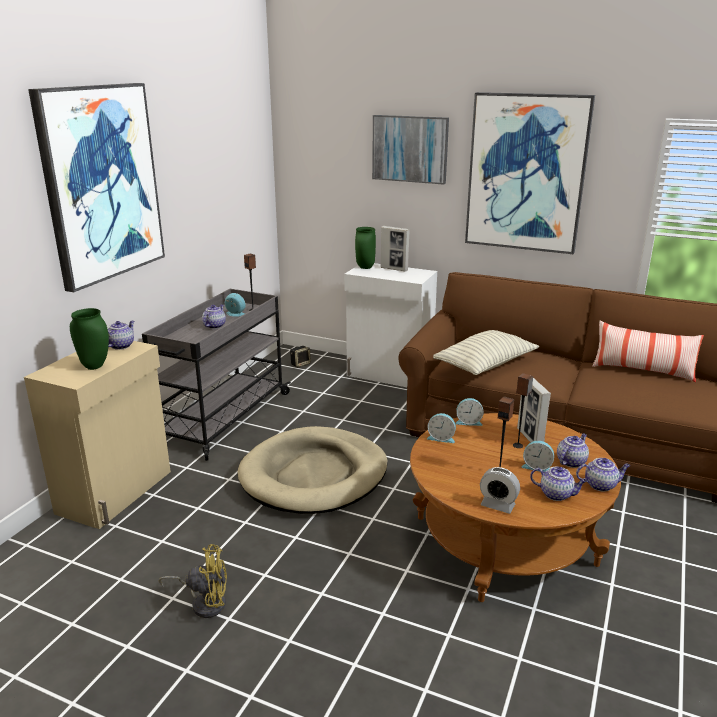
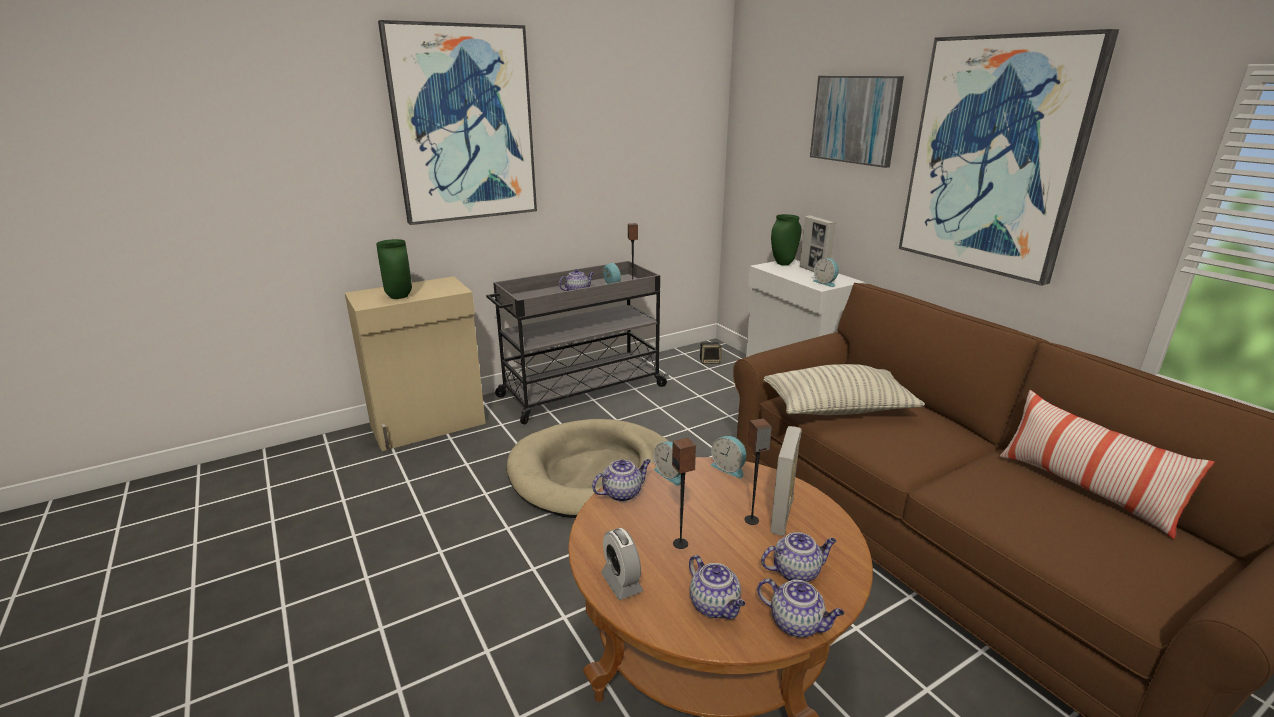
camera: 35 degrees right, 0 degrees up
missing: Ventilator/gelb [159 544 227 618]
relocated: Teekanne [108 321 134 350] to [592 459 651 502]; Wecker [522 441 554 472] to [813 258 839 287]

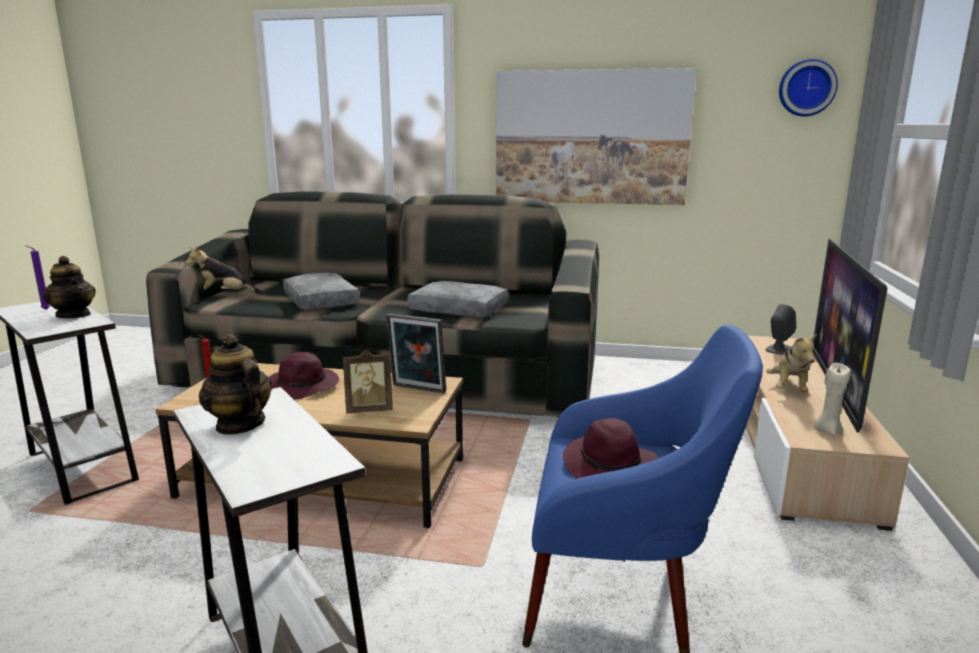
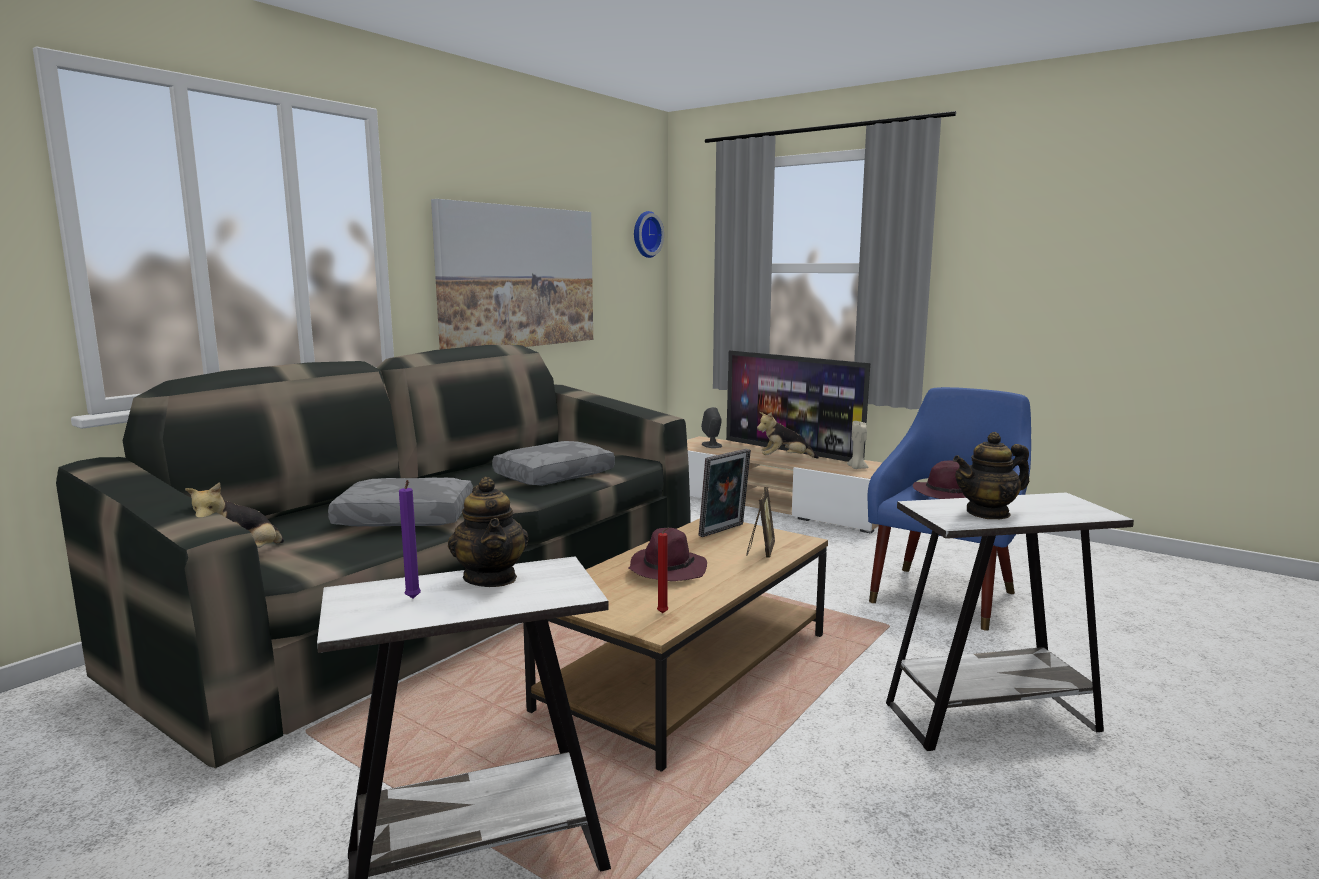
camera: 65 degrees left, 5 degrees down
spun: Teekanne [43 256 96 318] = [448 477 529 587] 90 degrees clockwise; Plüschtier [766 333 817 392] = [757 412 819 459] 135 degrees clockwise

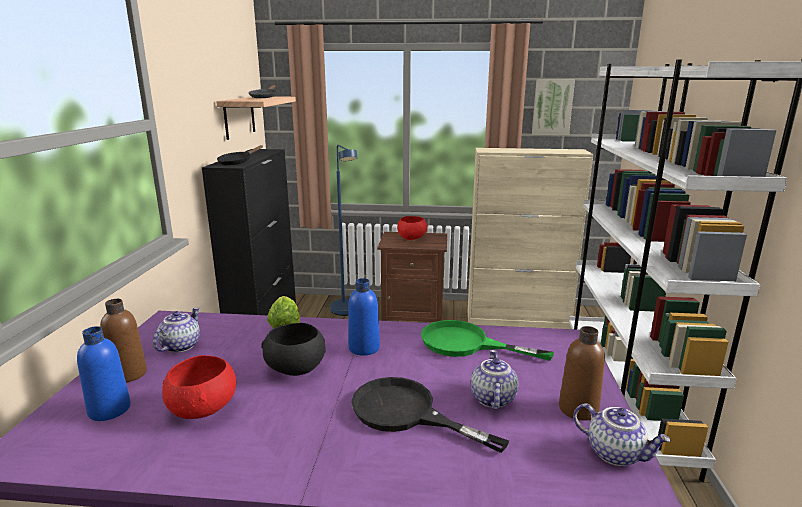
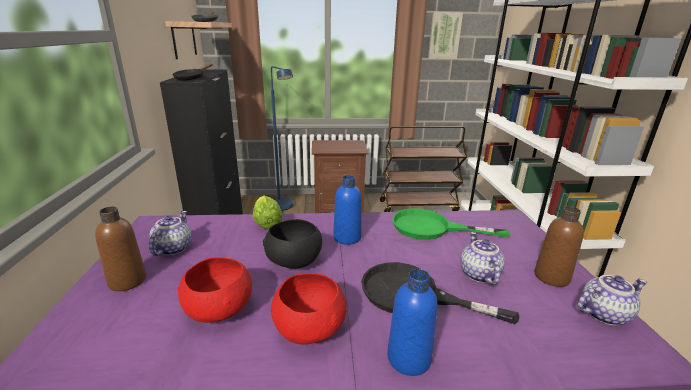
camera: 10 degrees left, 5 degrees up
relocated: Flasche/blau [77 326 131 421] to [387 269 438 376]; Schüssel/rot [397 216 427 240] to [271 273 347 345]
exchanged: Schrank/beige [468 148 594 329] to Rollwagen/braun [380 126 467 212]
spun: Teekanne [573 403 671 466] = [577 275 647 326] 45 degrees counterclockwise

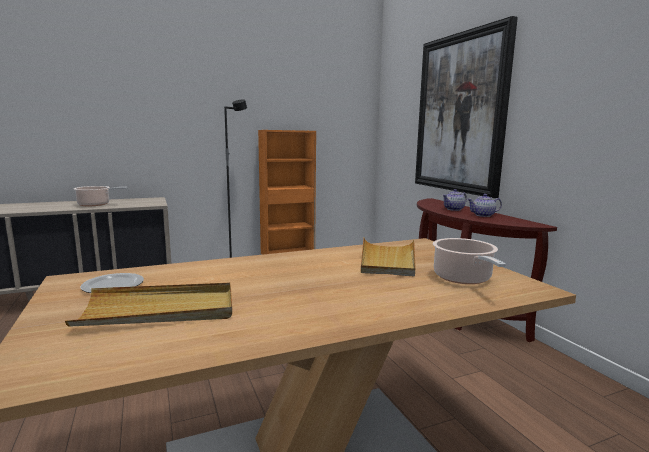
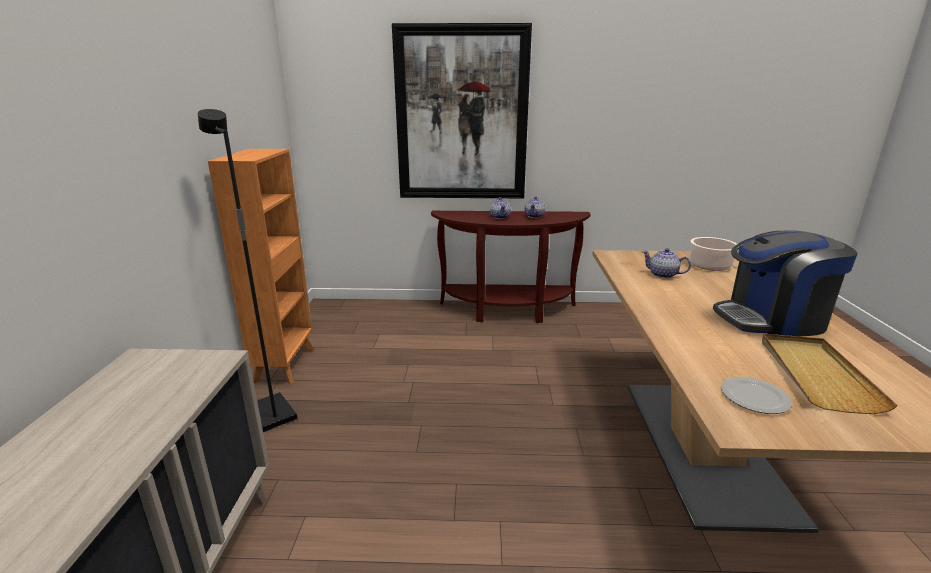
camera: 65 degrees left, 10 degrees up
missing: Kochtopf [74 186 127 206]
appeared: Kaffeemaschine [713 231 858 337]
exchanged: Tablett/beige [361 238 416 277] to Teekanne [642 248 691 278]

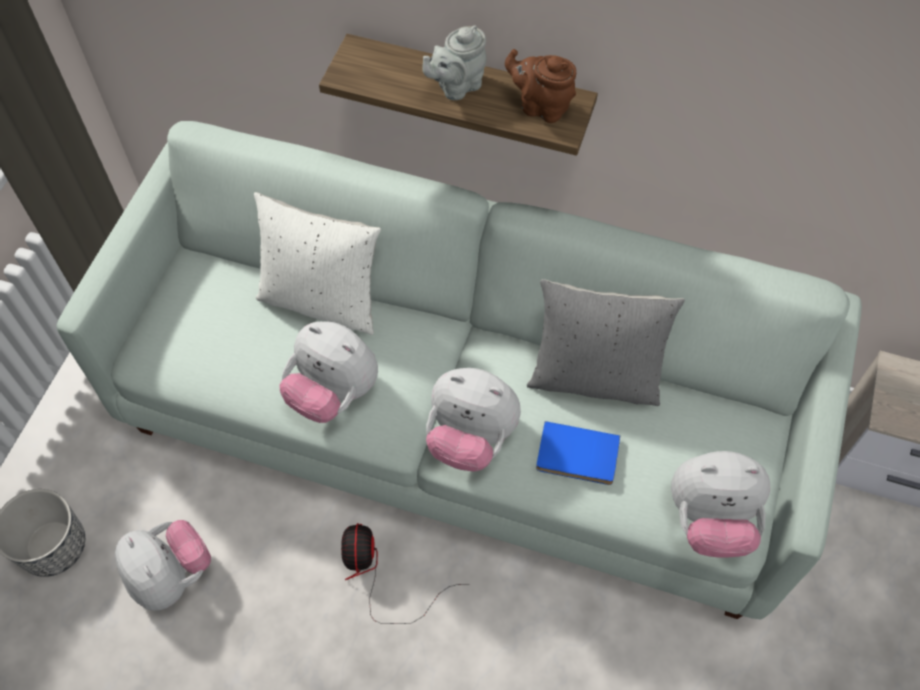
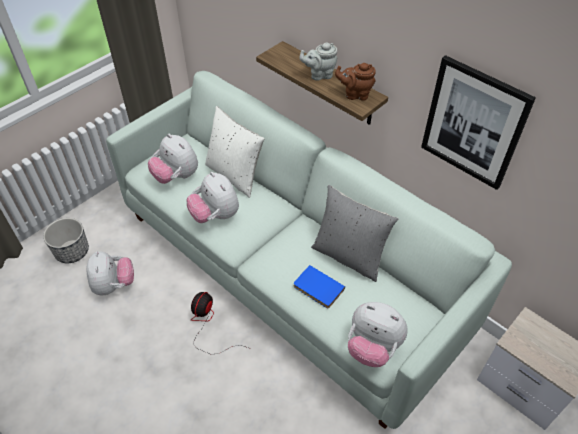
camera: 25 degrees right, 10 degrees down
appeared: Bild [421 55 536 190]
relocated: Plüschtier [426 368 521 471] to [148 134 198 184]
spun: Teekanne/braun [505 49 576 123] = [335 63 376 101] 45 degrees counterclockwise

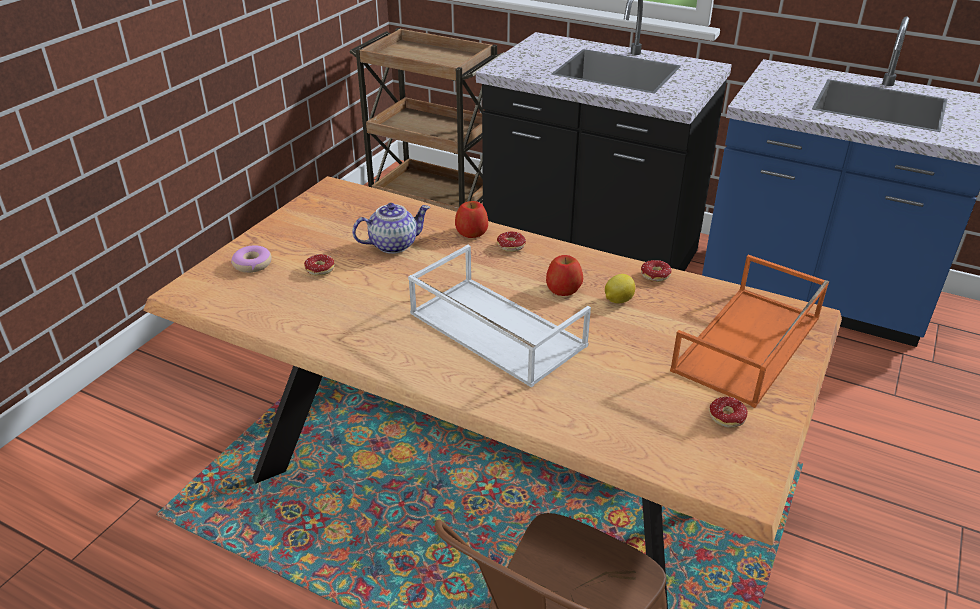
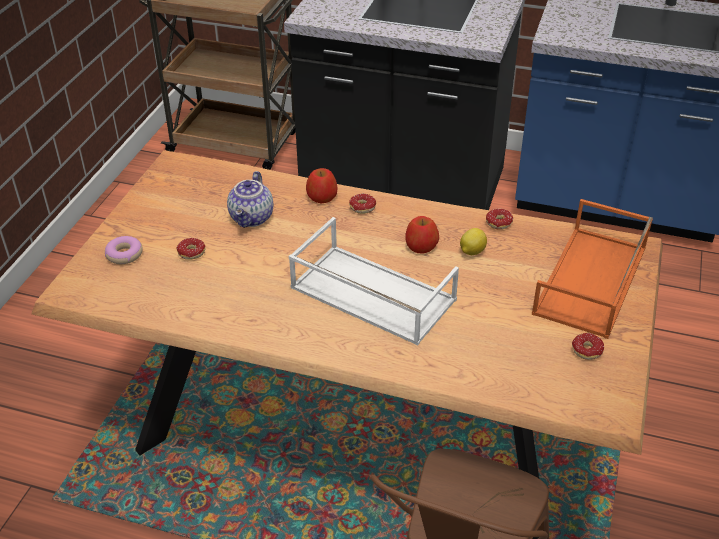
camera: 10 degrees left, 5 degrees up
spun: Teekanne [352 203 430 254] = [227 171 273 228] 135 degrees clockwise

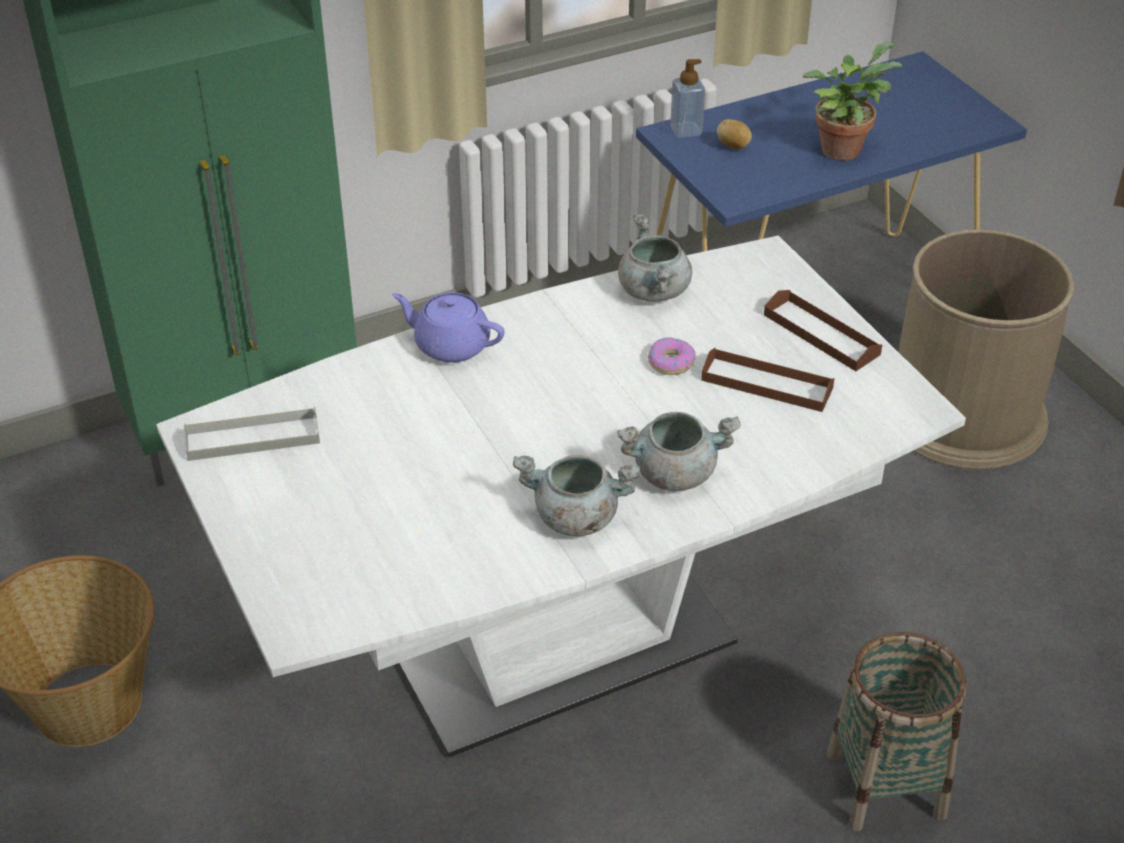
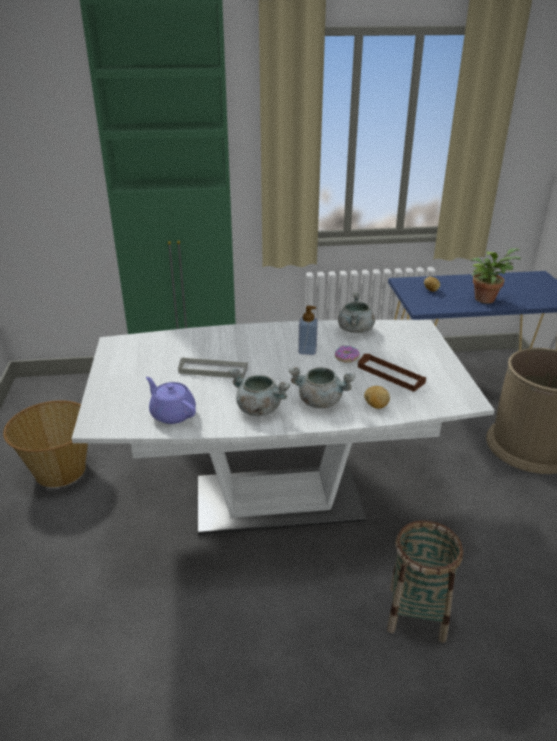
camera: 20 degrees right, 10 degrees down
missing: Tablett/braun [764 290 882 371]
appeared: Kartoffel [364 386 390 409]
relocated: Tablett/grau [184 407 320 461] to [178 357 248 379]; Teekanne/lila [392 292 505 363] to [146 377 196 424]; Seifenspender [670 59 705 138] to [298 306 318 355]

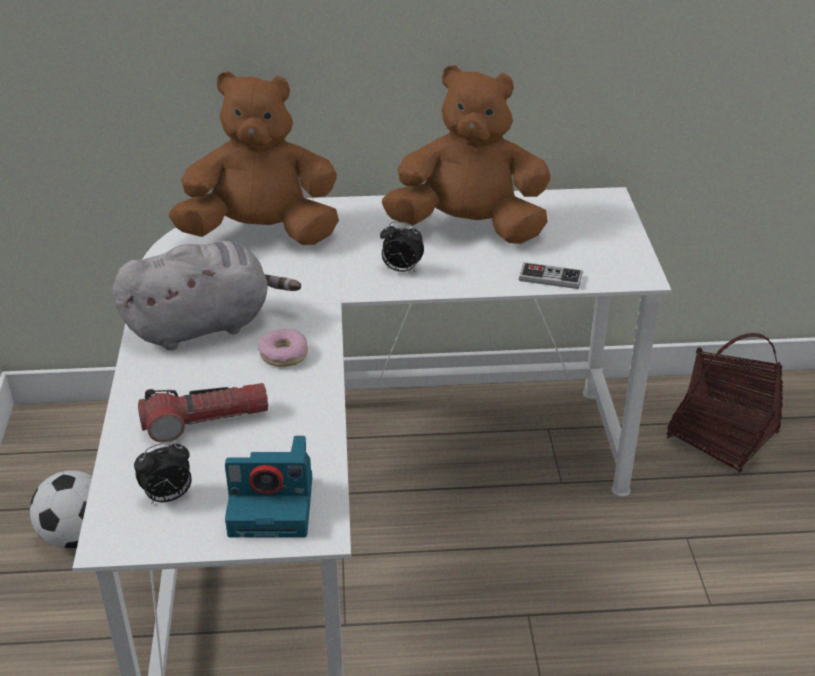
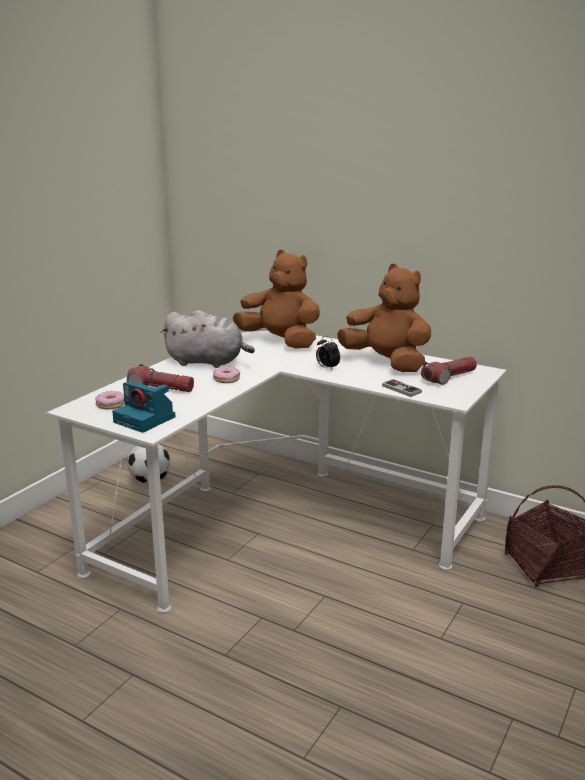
camera: 35 degrees right, 15 degrees down
appeared: Taschenlampe [421 356 477 385]
exchanged: Wecker [134 441 192 504] to Donut [95 391 125 409]

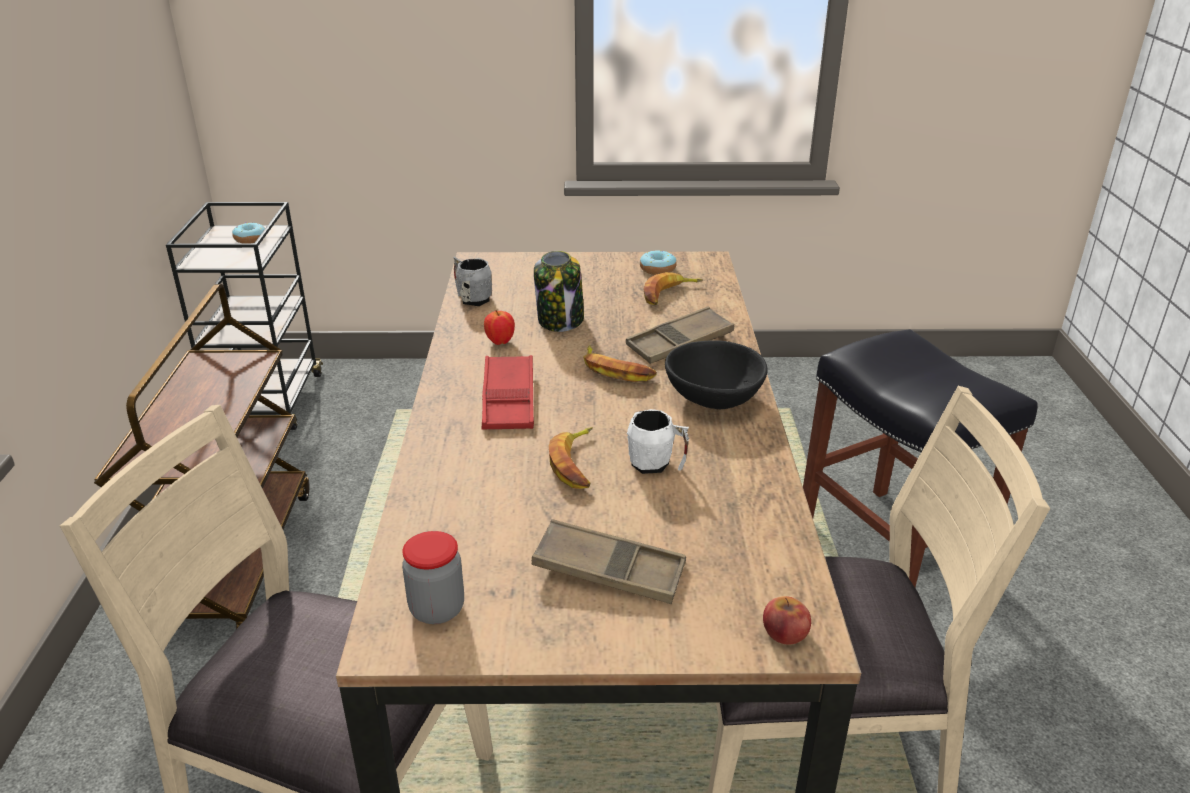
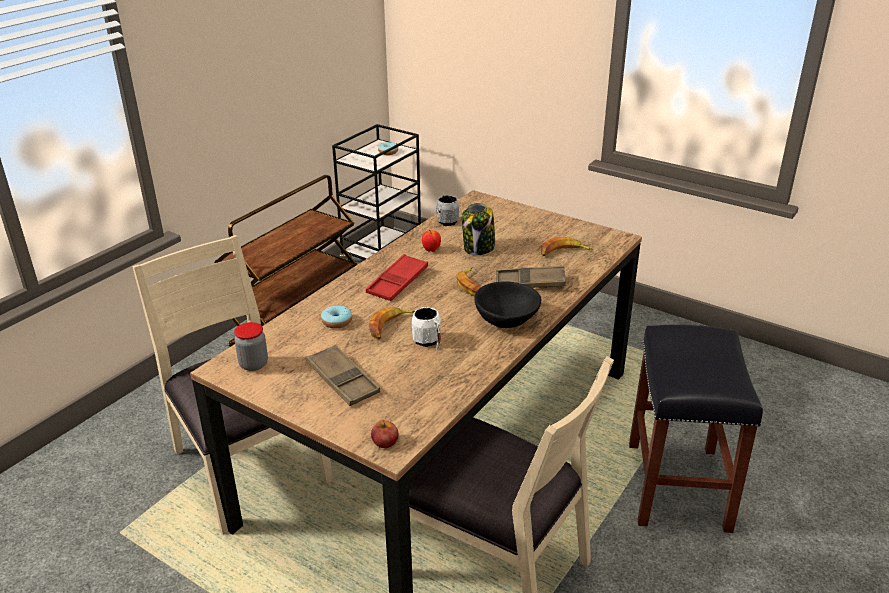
camera: 35 degrees right, 0 degrees up
relocated: Donut [640 250 677 275] to [321 305 352 329]

